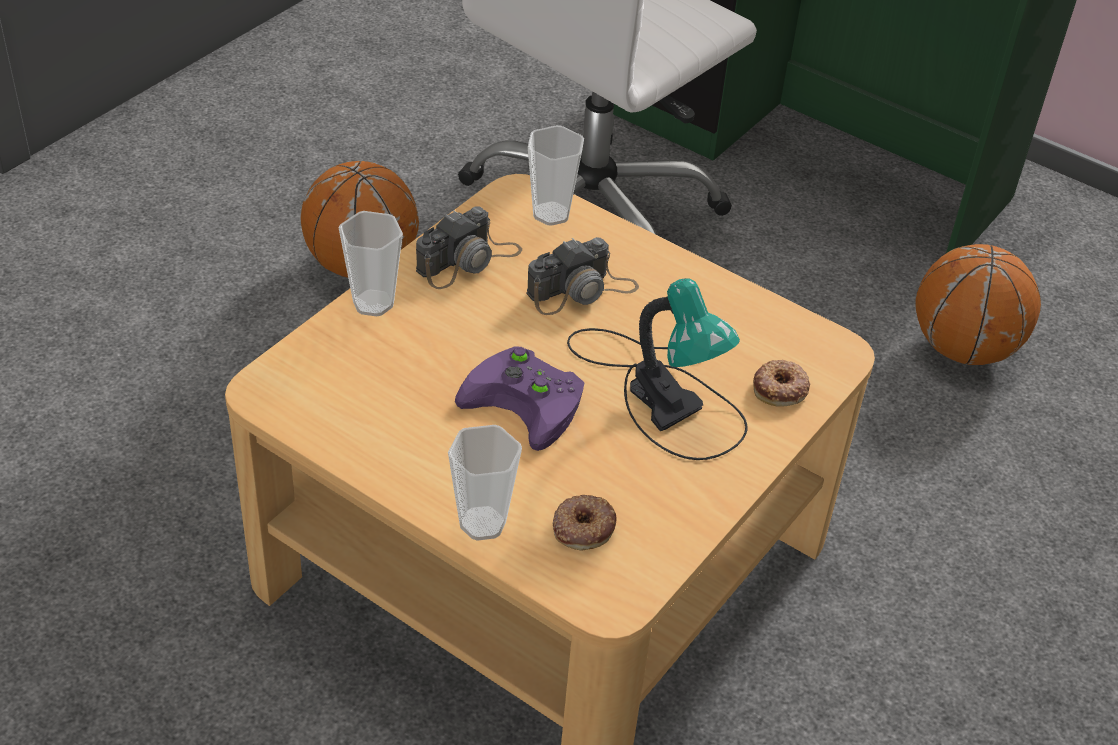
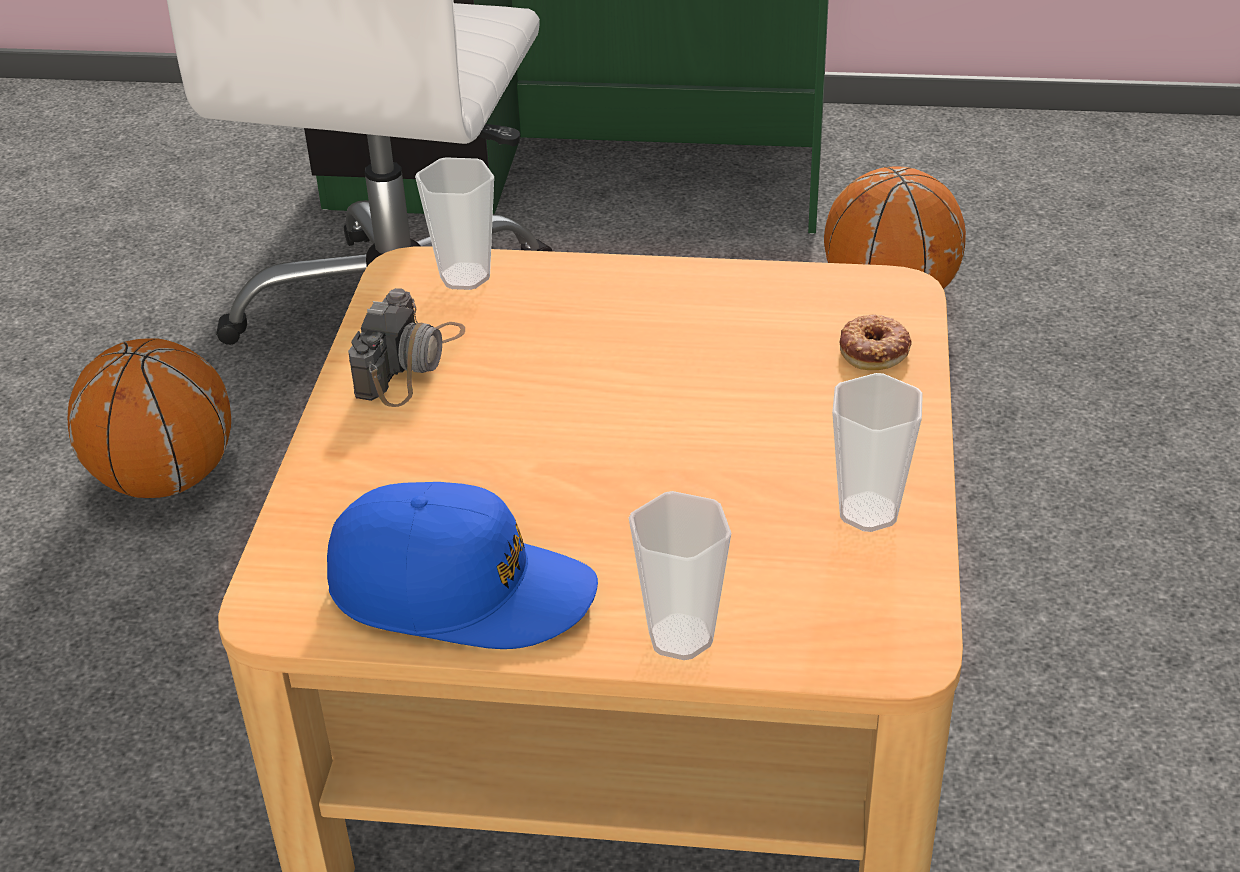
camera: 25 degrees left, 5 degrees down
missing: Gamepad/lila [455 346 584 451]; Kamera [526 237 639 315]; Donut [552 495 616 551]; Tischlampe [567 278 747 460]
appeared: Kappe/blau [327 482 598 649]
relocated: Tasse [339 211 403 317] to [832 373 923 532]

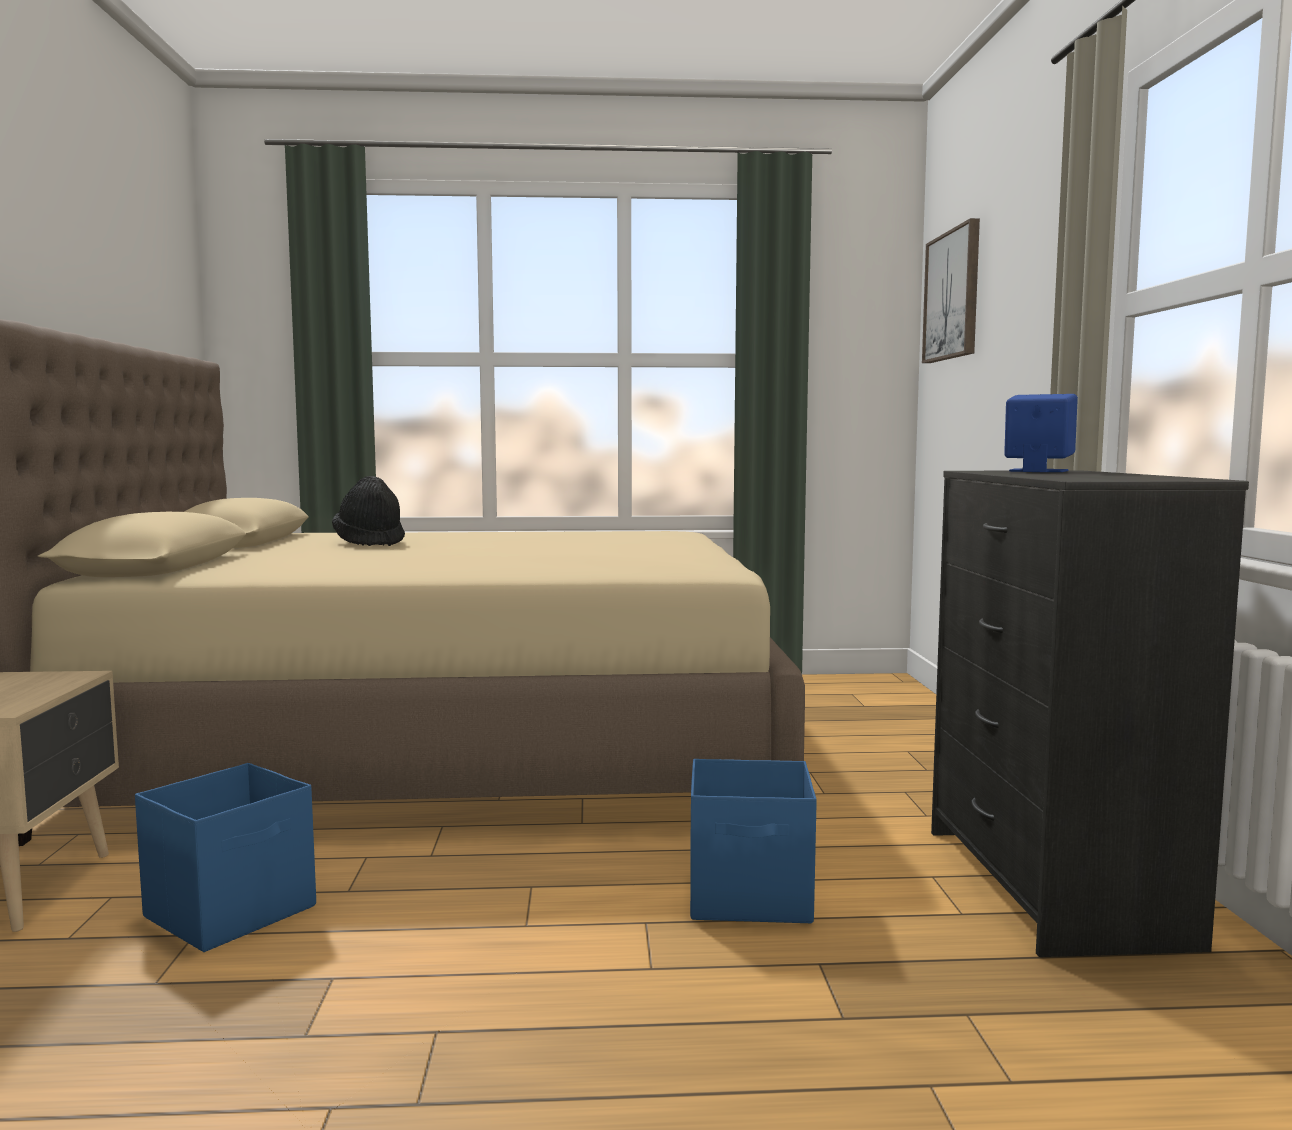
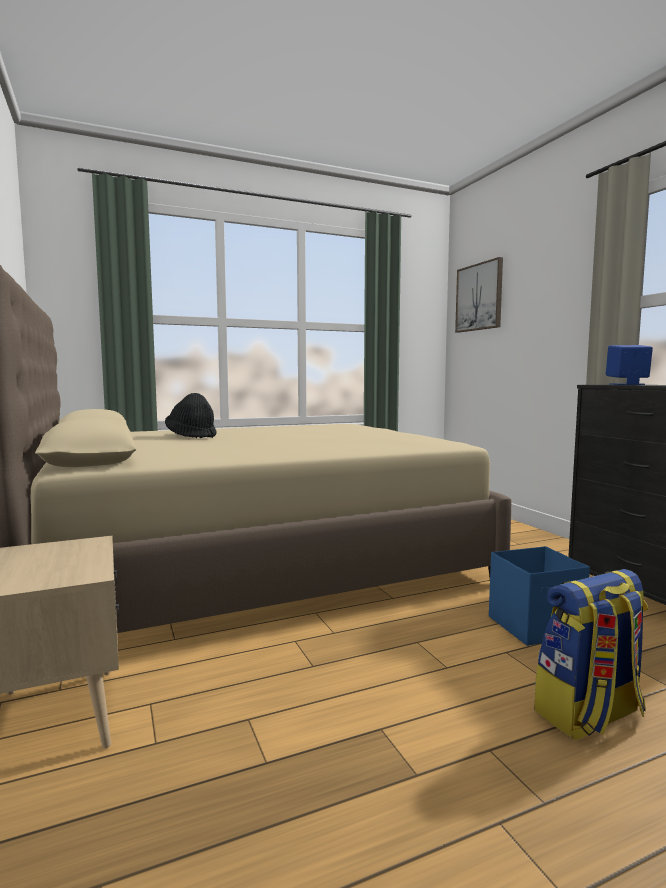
camera: 20 degrees left, 0 degrees up
missing: Aufbewahrungsbox/blau [135 763 316 952]
appeared: Rucksack [534 569 648 740]

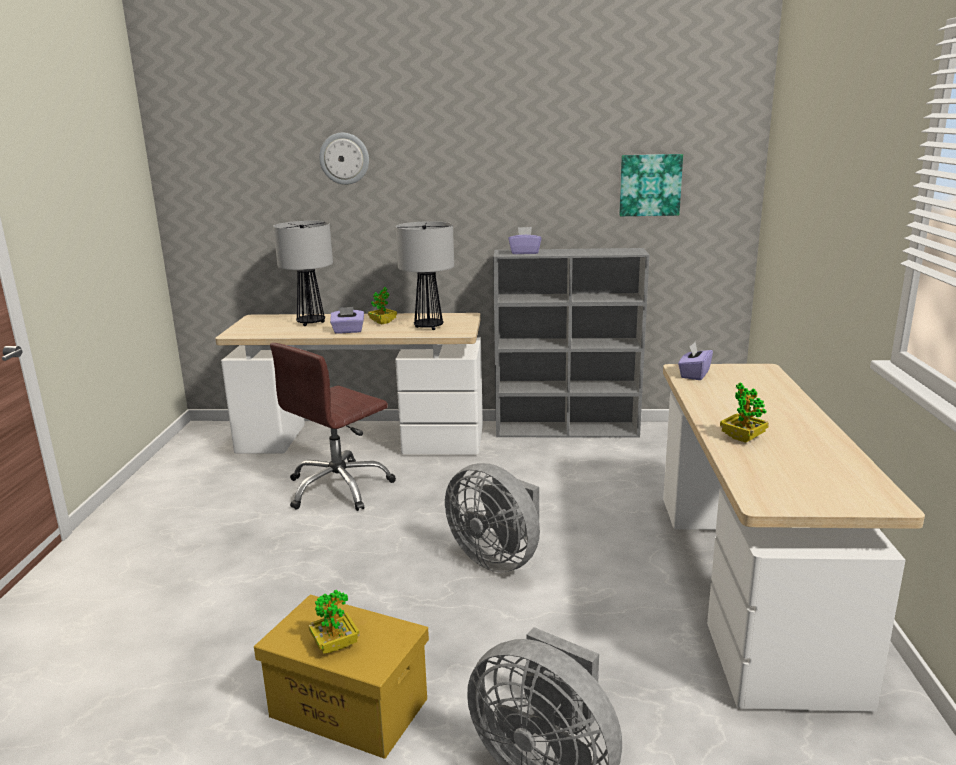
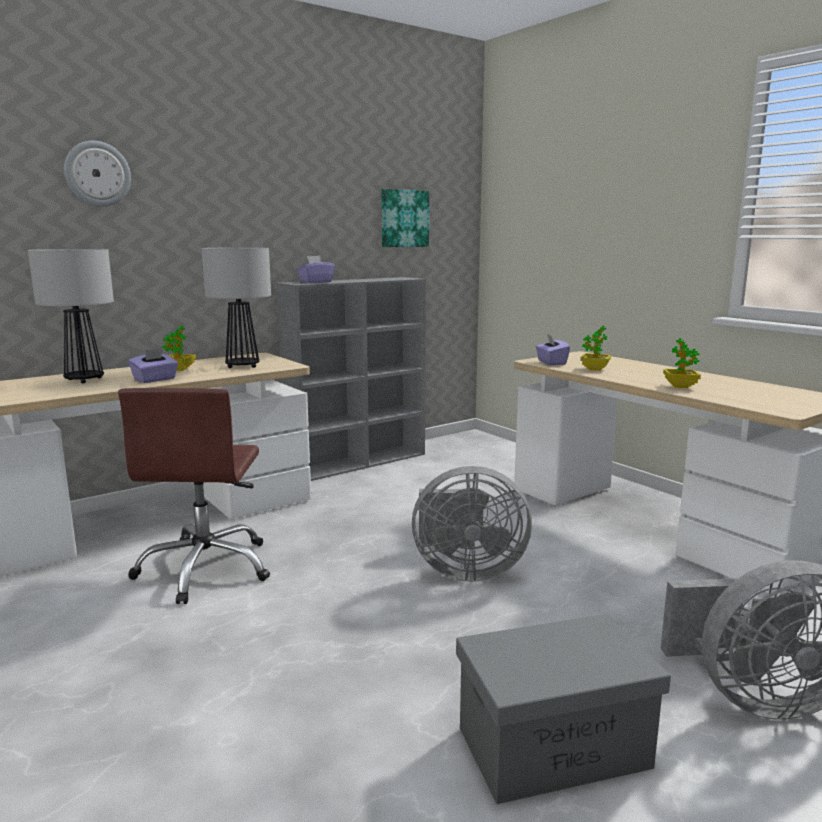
camera: 40 degrees left, 5 degrees down
relocated: Topfpflanze [309 590 360 654] to [580 325 611 371]
colour: Aufbewahrungsbox/gelb [254 595 429 759] to Aufbewahrungsbox/grau [456 614 671 804]

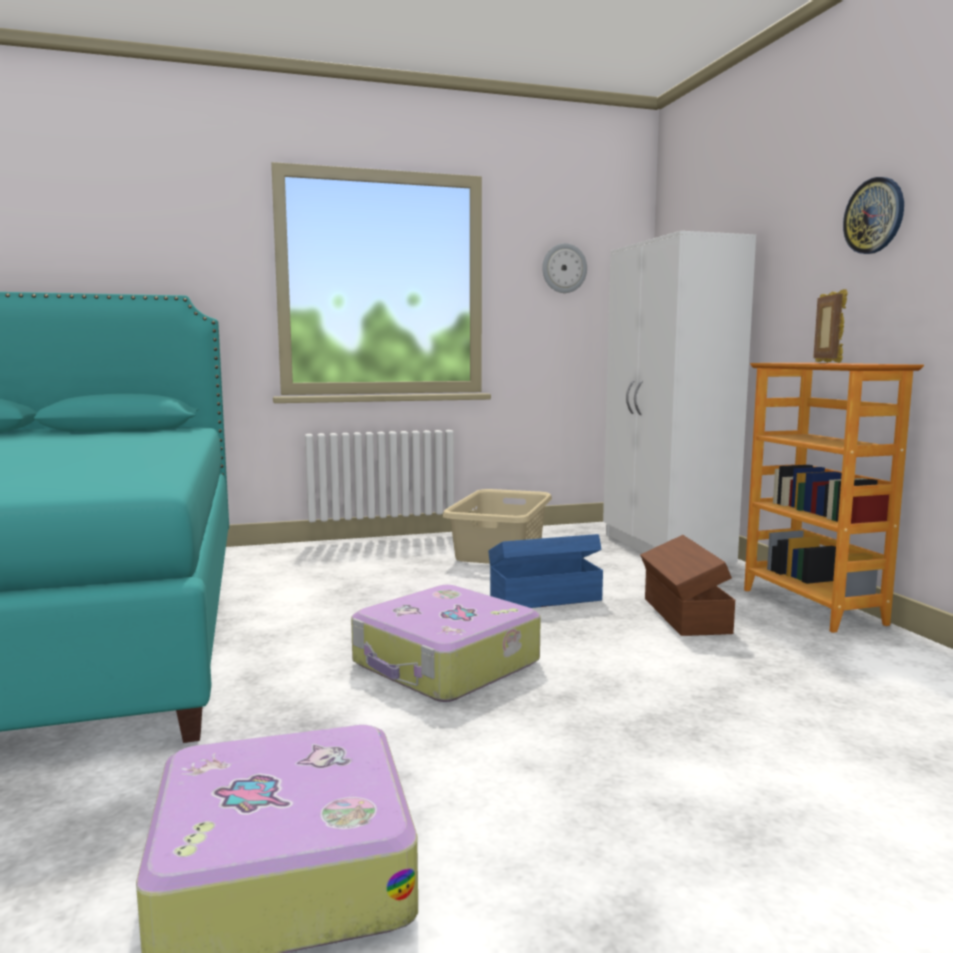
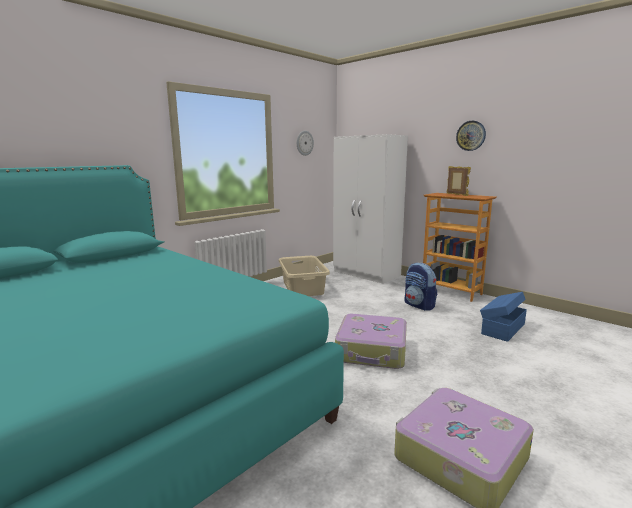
camera: 30 degrees left, 5 degrees up
relocated: Aufbewahrungsbox/blau [488 534 603 608] to [480 292 527 342]
exchanged: Aufbewahrungsbox/braun [640 535 735 636] to Rucksack [404 263 437 311]

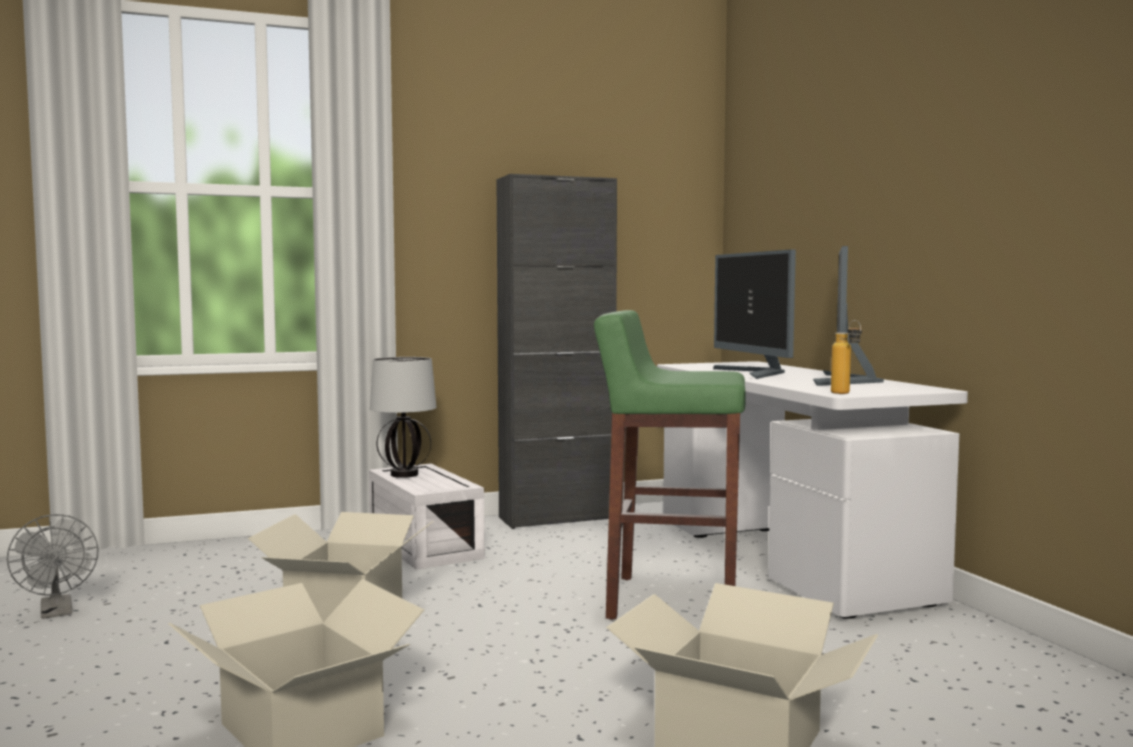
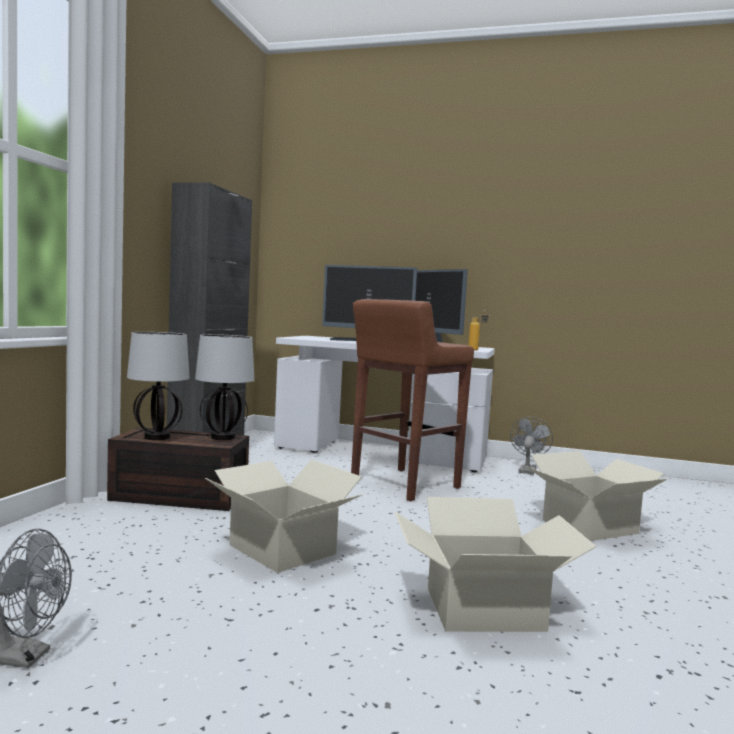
camera: 55 degrees left, 0 degrees up
appeared: Tischlampe [195 334 254 440]; Ventilator/grau [510 417 553 475]
colour: Aufbewahrungsbox/weiß [369 464 485 570] to Aufbewahrungsbox/braun [107 428 249 511]; Hocker/grün [594 310 746 620] to Hocker/braun [351 299 474 501]

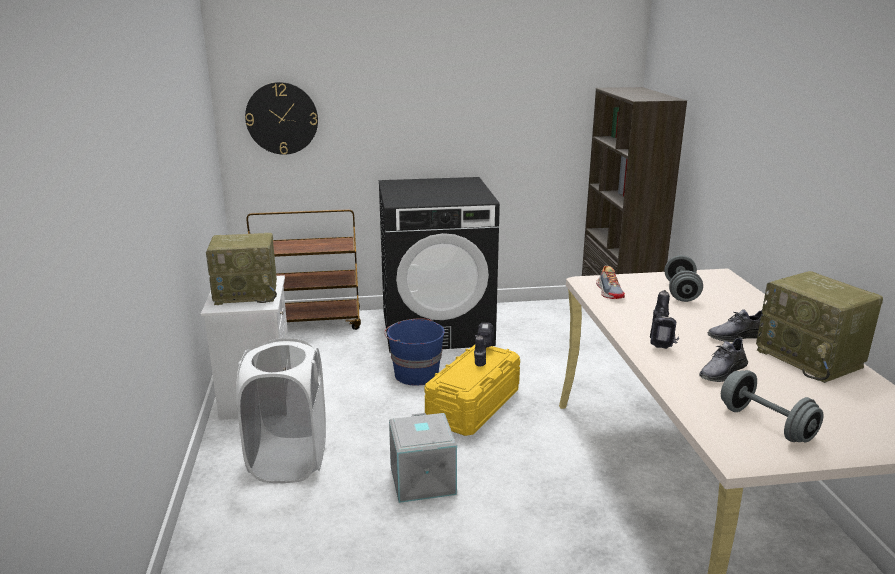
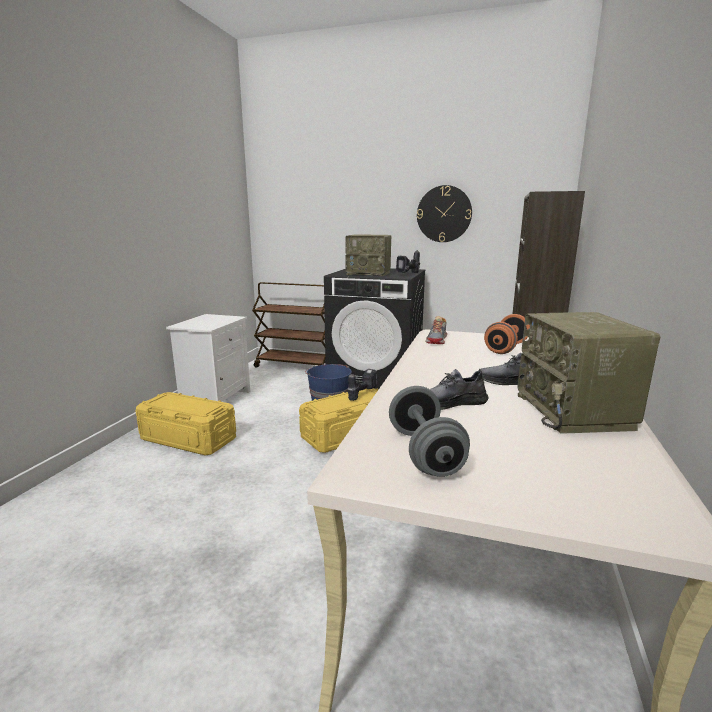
camera: 25 degrees right, 5 degrees down
missing: Aufbewahrungsbox/grau [389 413 457 503]
relocated: Radio [206 233 277 305] to [345 235 392 276]; Wanduhr [245 82 318 155] to [417 185 472 242]; Bohrmaschine [650 290 679 349] to [396 250 420 273]
exchanged: Wäschekorb/weiß [236 338 326 483] to Aufbewahrungsbox/gelb [136 392 236 456]
colour: Hantel/grau [664 255 703 302] to Hantel/orange [484 314 530 354]

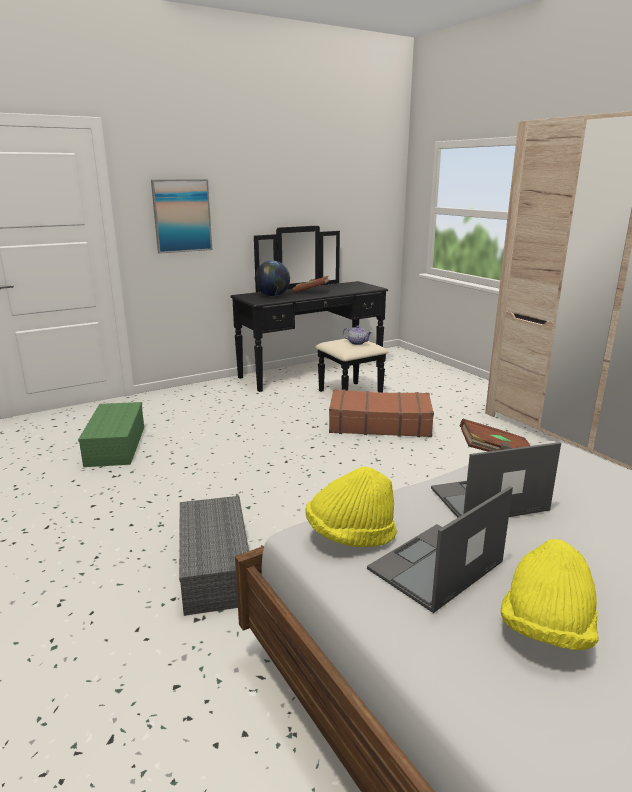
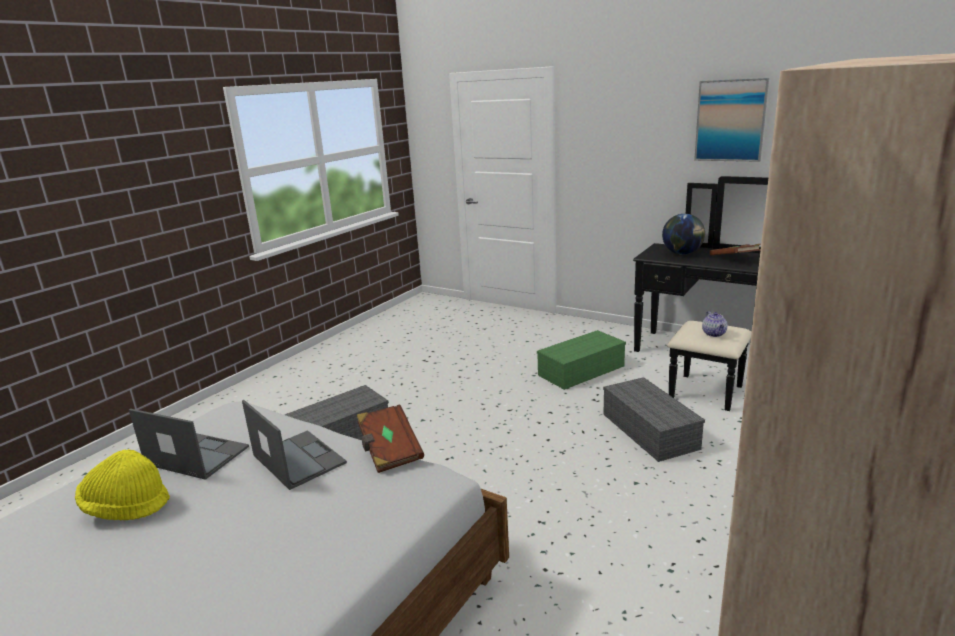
camera: 65 degrees right, 0 degrees up
missing: Hut/gelb [305 467 397 547]
relocated: Aufbewahrungsbox/grün [78 402 144 467] to [537 330 626 390]; Bild [151 179 212 254] to [694 78 769 162]
exchanged: Koffer/braun [329 389 434 437] to Aufbewahrungsbox/grau [603 377 705 462]

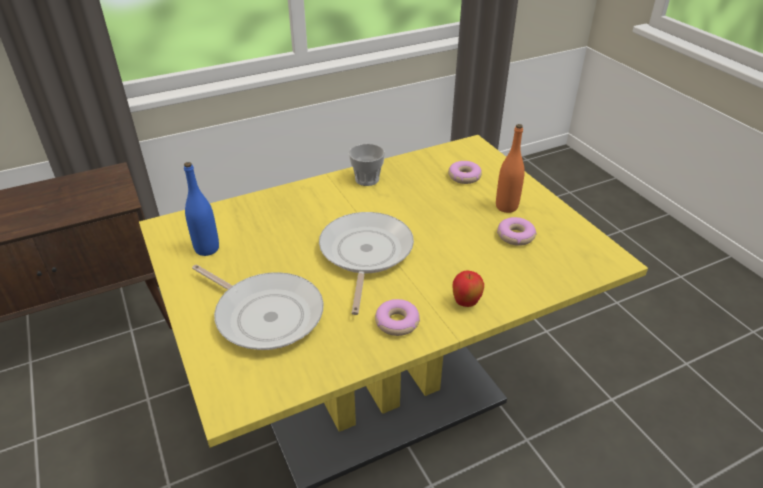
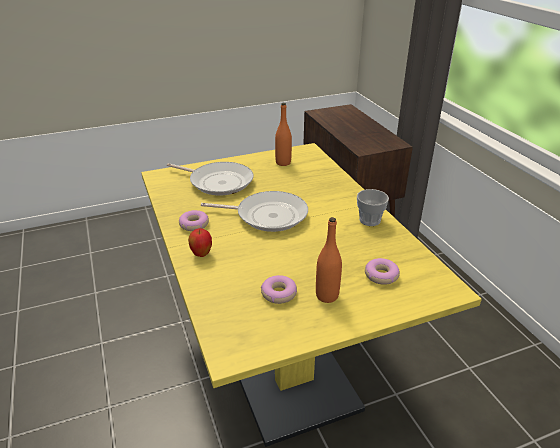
camera: 95 degrees right, 5 degrees down
colour: Flasche/blau [184 162 219 256] to Flasche/orange [275 103 292 166]
spun: Pfanne [192 265 324 350] = [167 162 253 195] 105 degrees counterclockwise

